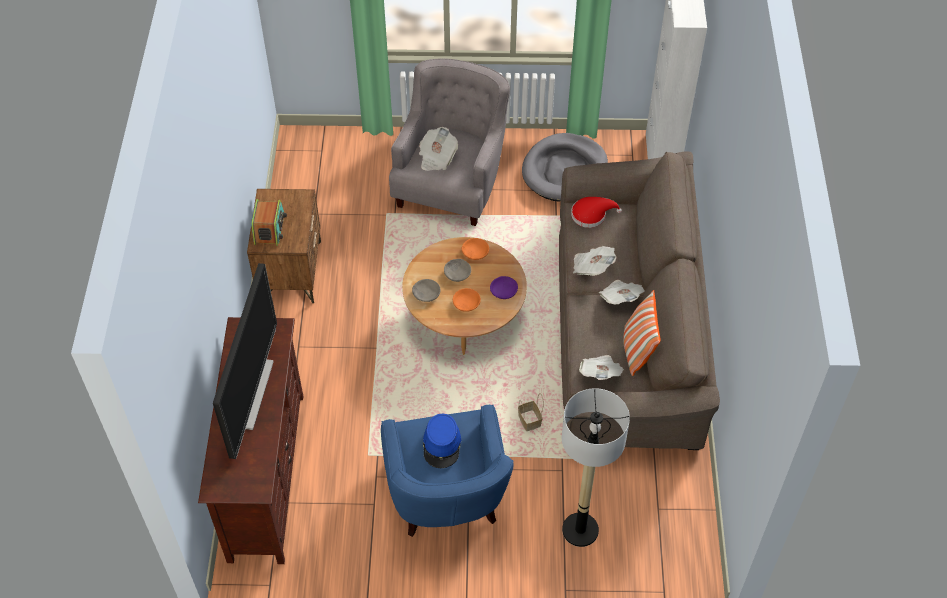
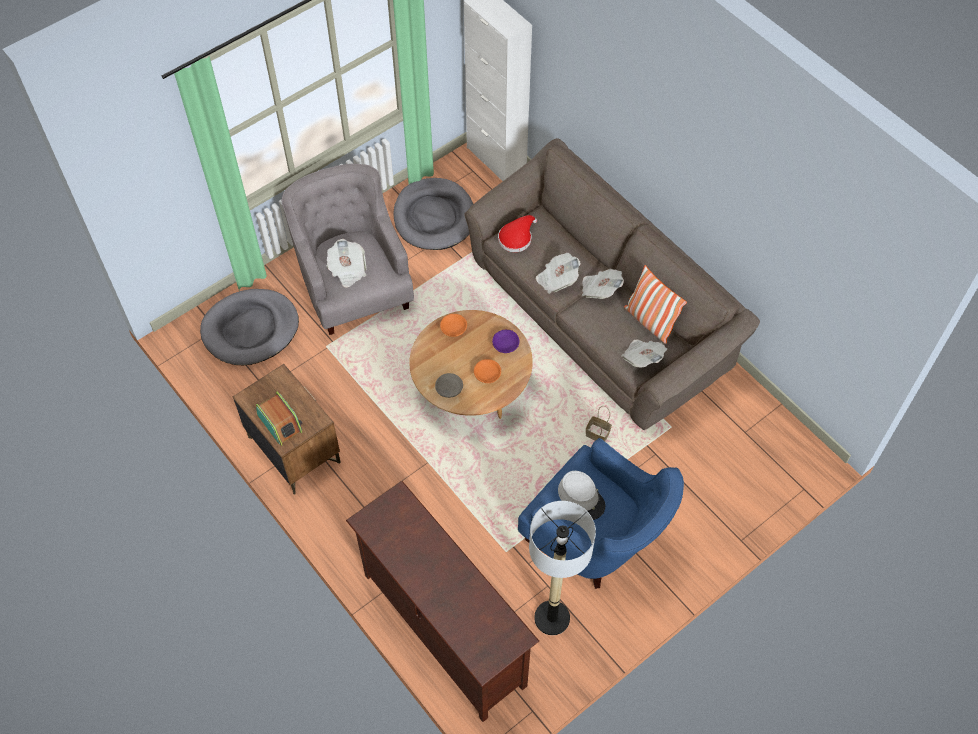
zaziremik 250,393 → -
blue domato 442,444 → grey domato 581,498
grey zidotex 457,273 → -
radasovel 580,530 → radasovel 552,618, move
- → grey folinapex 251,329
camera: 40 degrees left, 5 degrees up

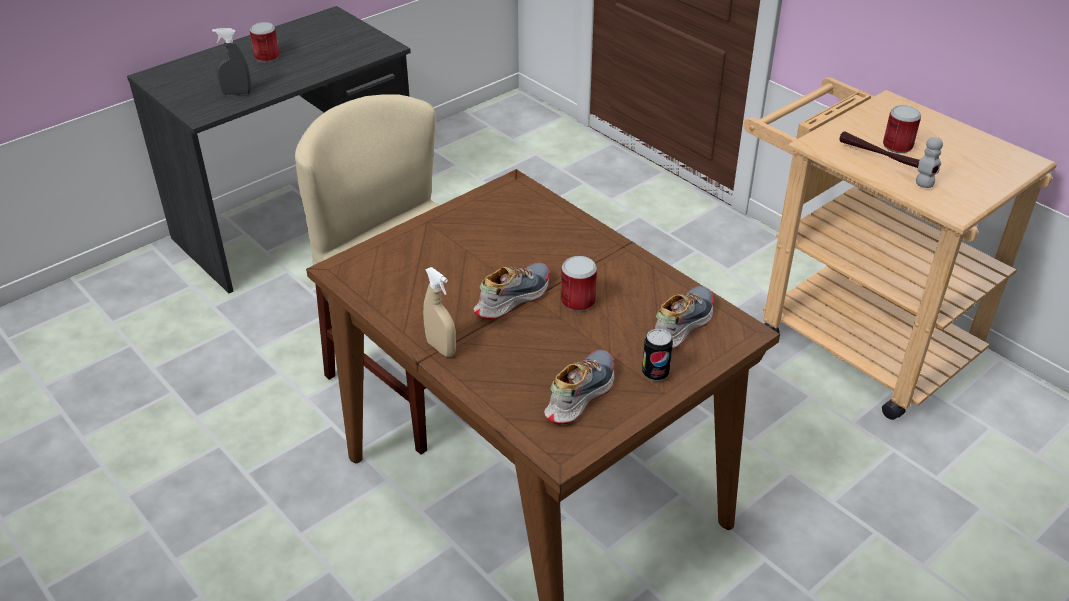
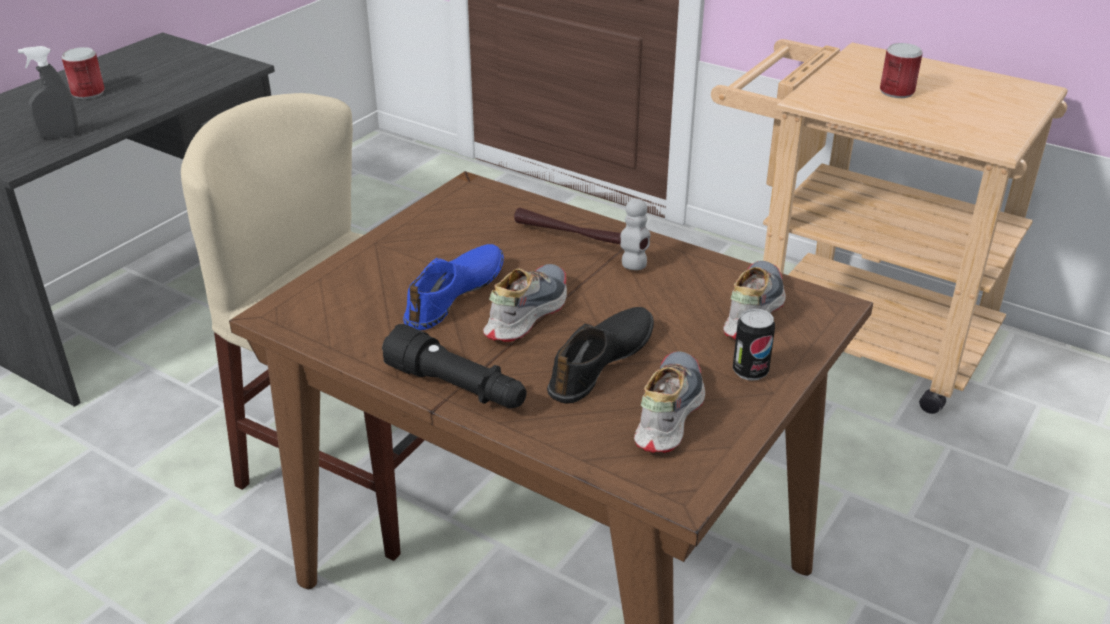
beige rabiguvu 441,348 → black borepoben 457,388
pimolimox 578,301 → -
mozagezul 885,165 → mozagezul 580,247, move
- → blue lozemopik 455,294
- → black lozemopik 602,362
camera: 15 degrees left, 5 degrees down

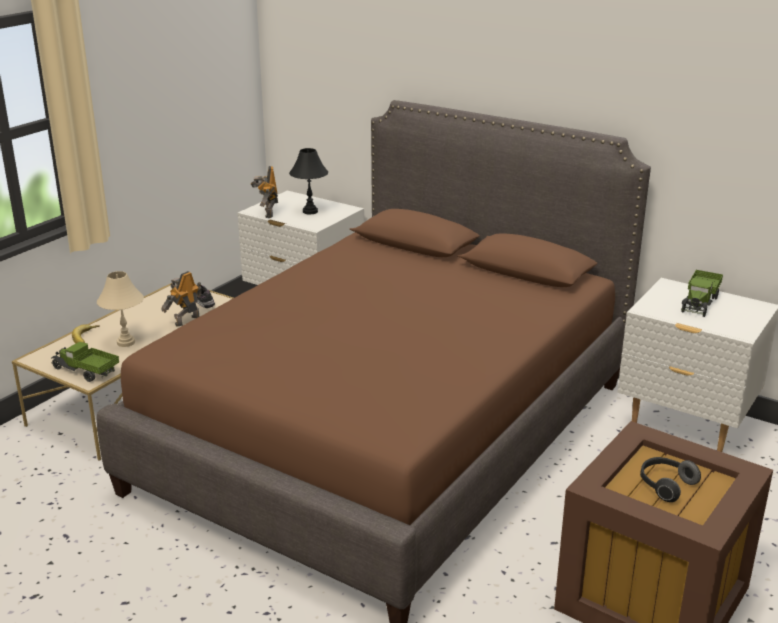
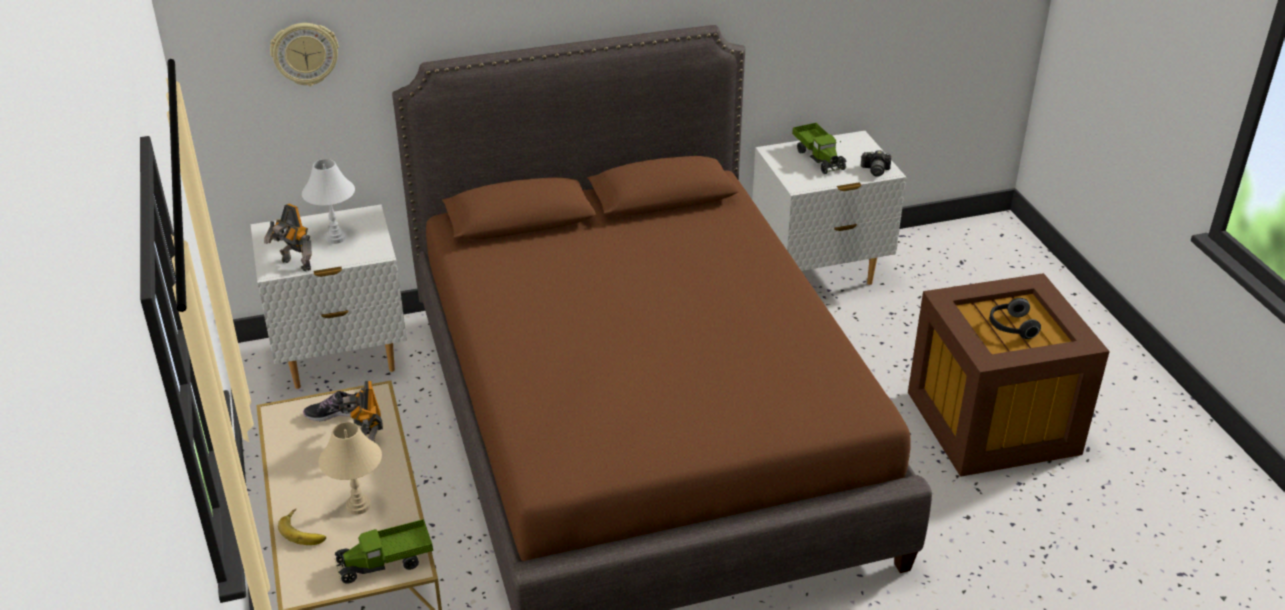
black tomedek 309,211 → white tomedek 335,238
- → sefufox 305,53
- → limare 875,170
camera: 50 degrees left, 10 degrees up

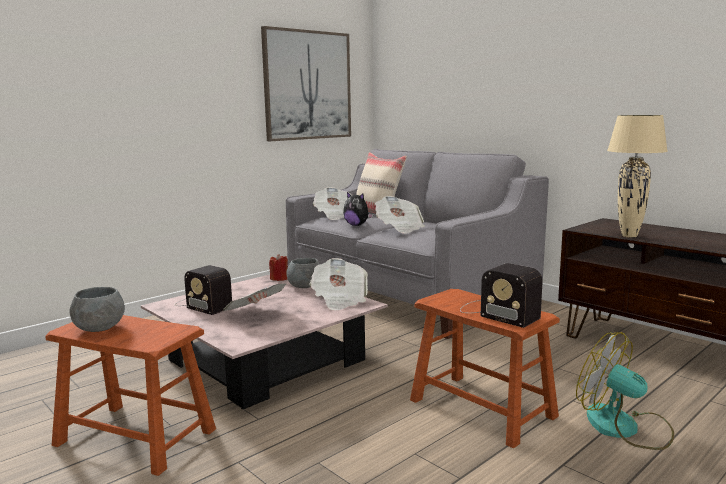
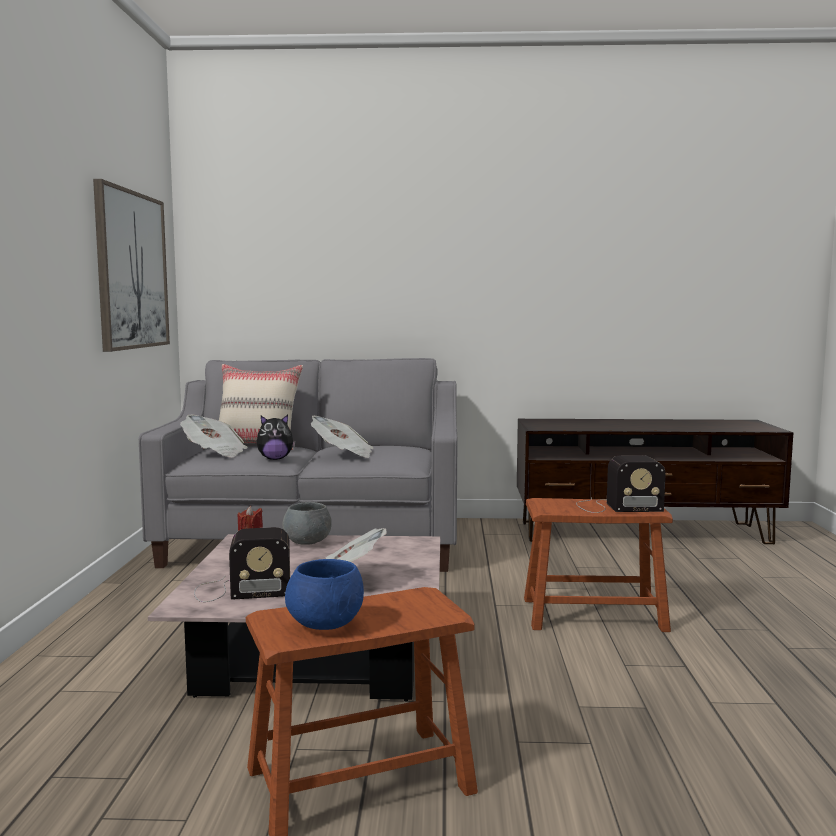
grey zidotex 99,329 → blue zidotex 325,625
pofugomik 339,300 → -
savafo 624,427 → -
beige tomedek 629,236 → -
camera: 45 degrees left, 5 degrees down

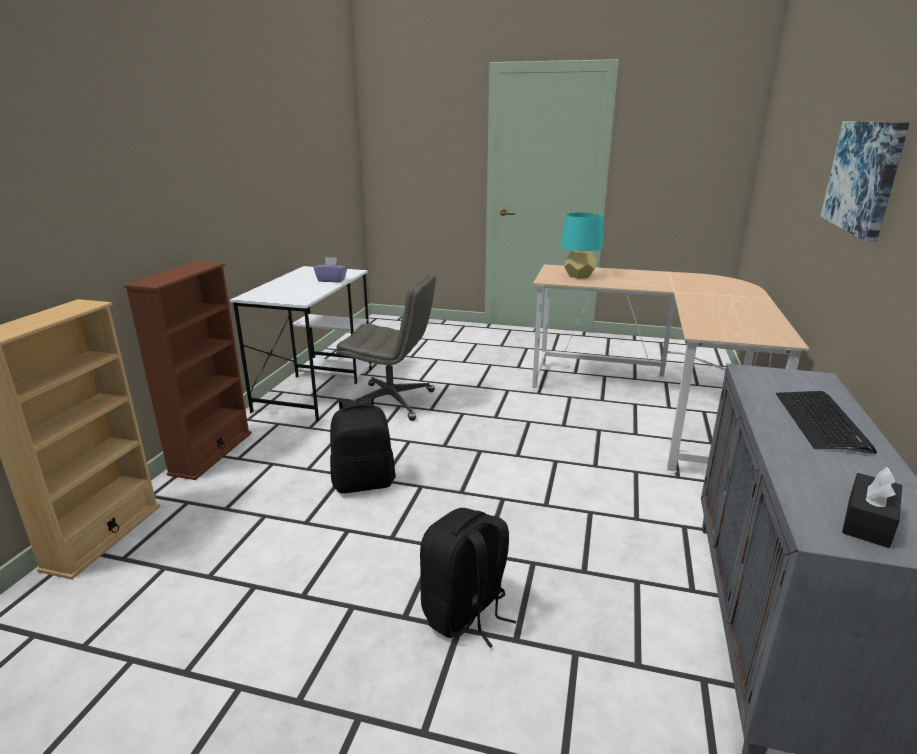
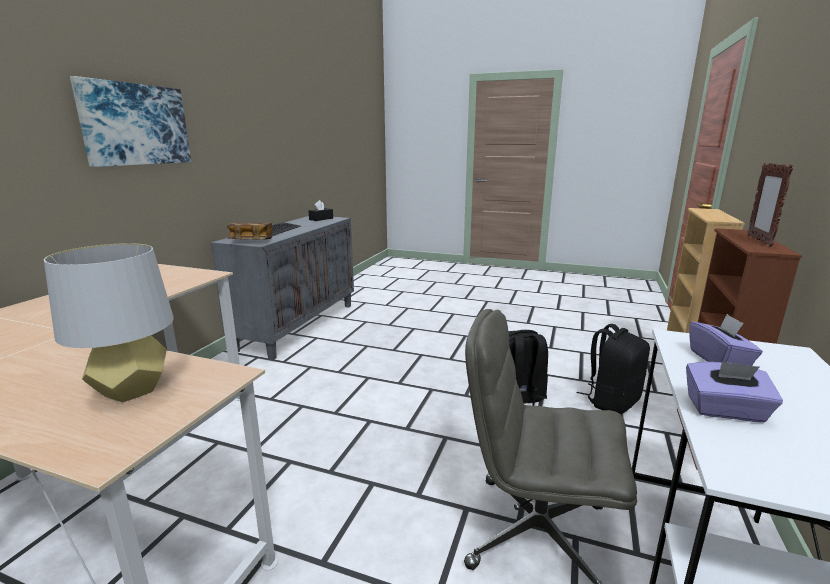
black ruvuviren 465,613 → black ruvuviren 611,401, move
turquoise tomedek 579,276 → grey tomedek 131,390
- → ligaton 251,241
- → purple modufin 719,360
- → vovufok 759,241
camera: 175 degrees left, 5 degrees down

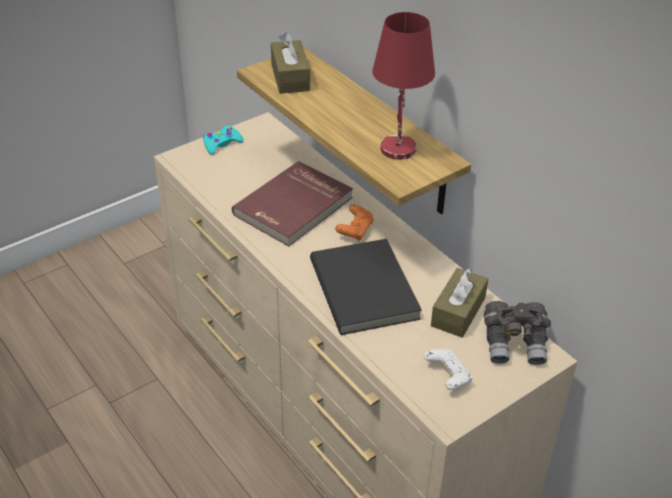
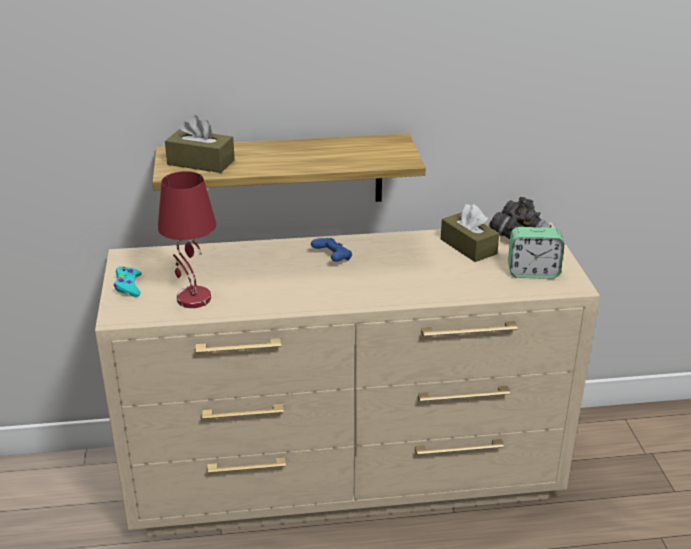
red ligaton 295,207 → -
black ligaton 366,289 → -
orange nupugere 355,230 → blue nupugere 332,258
red tomedek 397,148 → red tomedek 192,299, move
white nupugere 448,376 → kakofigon 533,272
camera: 60 degrees left, 10 degrees down

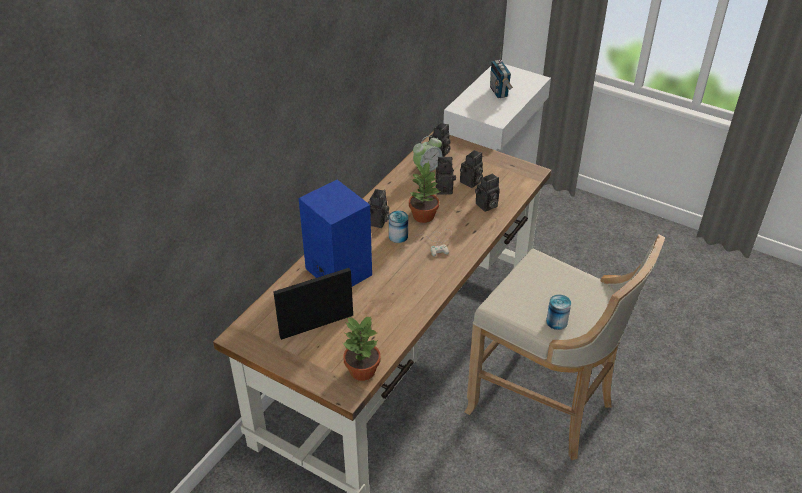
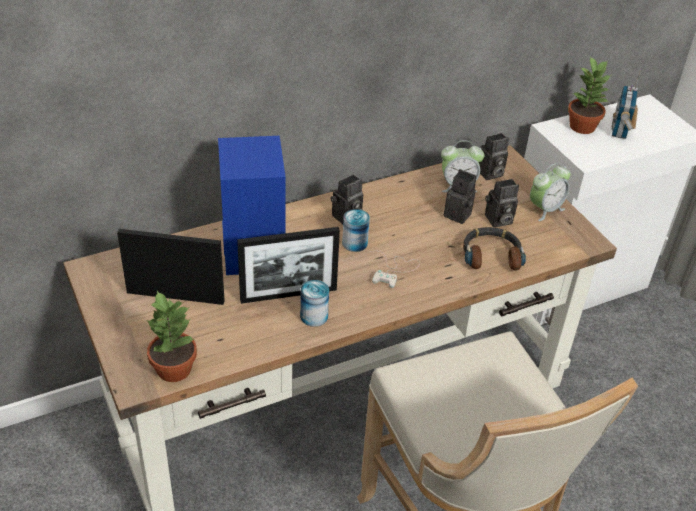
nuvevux 423,215 → nuvevux 582,126, move
limare 486,206 → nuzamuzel 491,255
pimolimox 556,322 → pimolimox 314,316, move
- → vovufok 288,295
- → kakofigon 545,209
camera: 30 degrees right, 0 degrees up

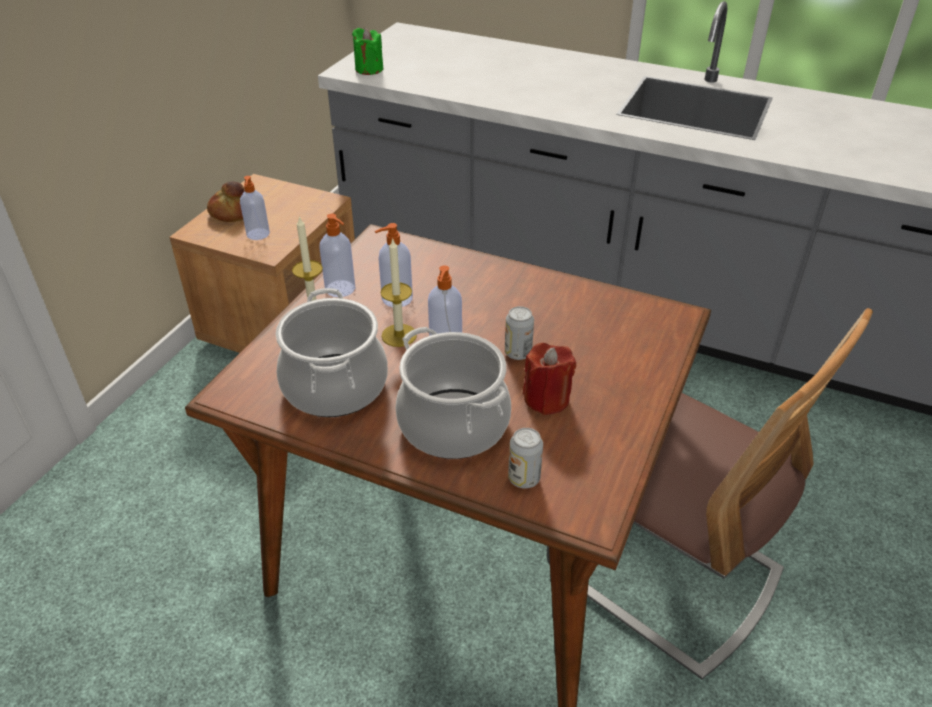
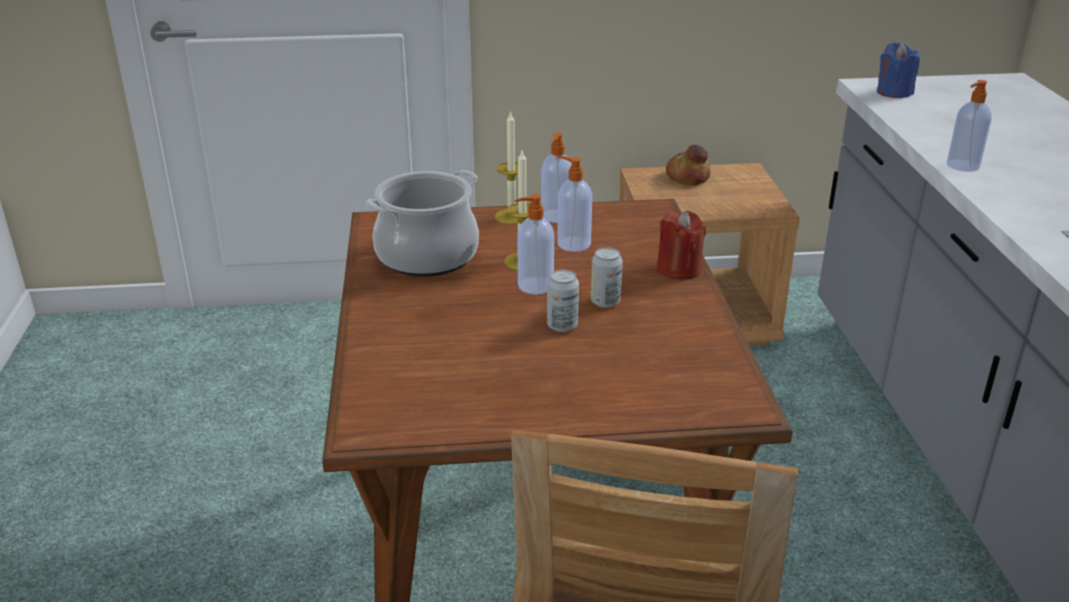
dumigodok 258,234 → dumigodok 962,166, move
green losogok 369,69 → blue losogok 894,92
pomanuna 454,424 → -
pimolimox 524,478 → pimolimox 605,302, move
red losogok 546,399 → red losogok 678,269, move
camera: 60 degrees right, 10 degrees down

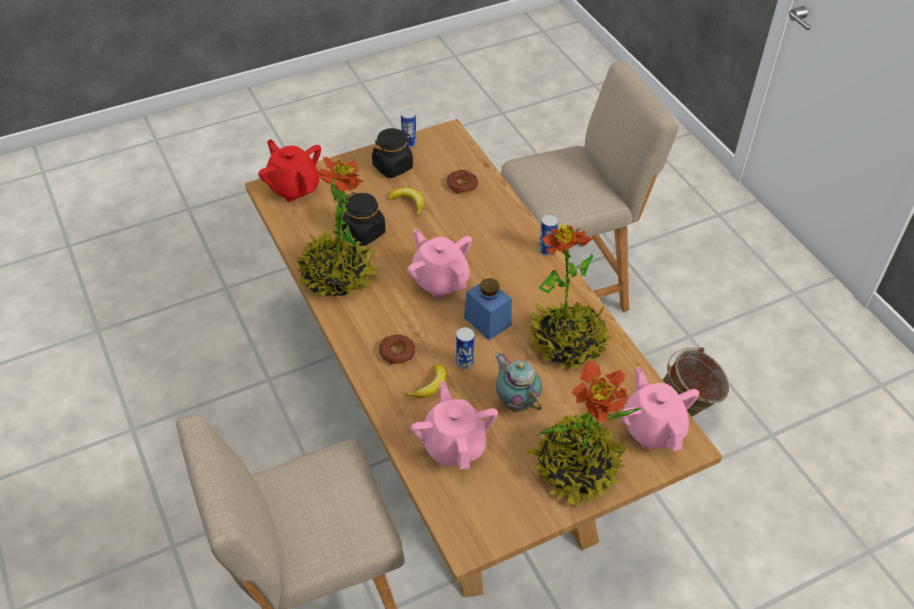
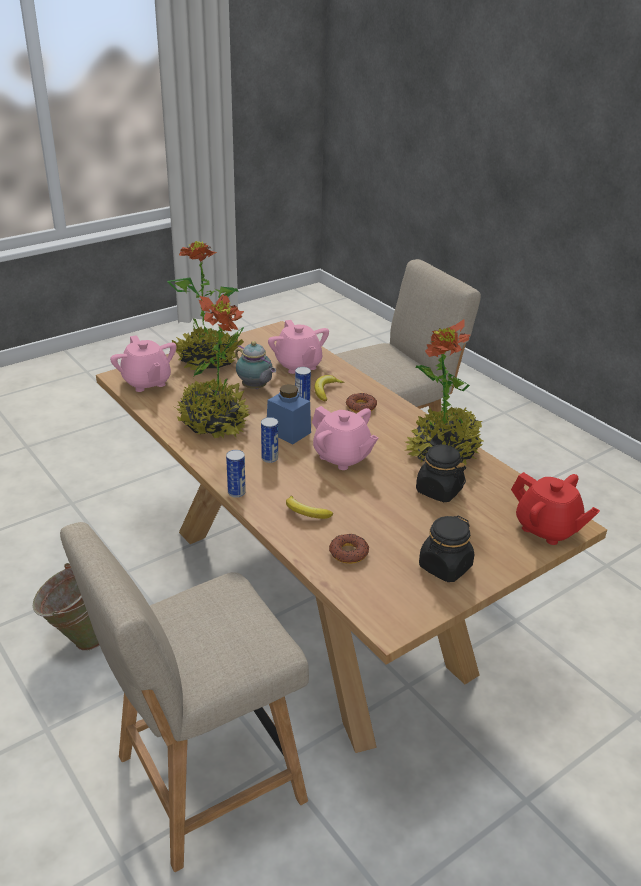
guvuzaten 408,203 → guvuzaten 306,513, move
pimolimox 409,143 → pimolimox 269,458, move
camera: 170 degrees right, 15 degrees down

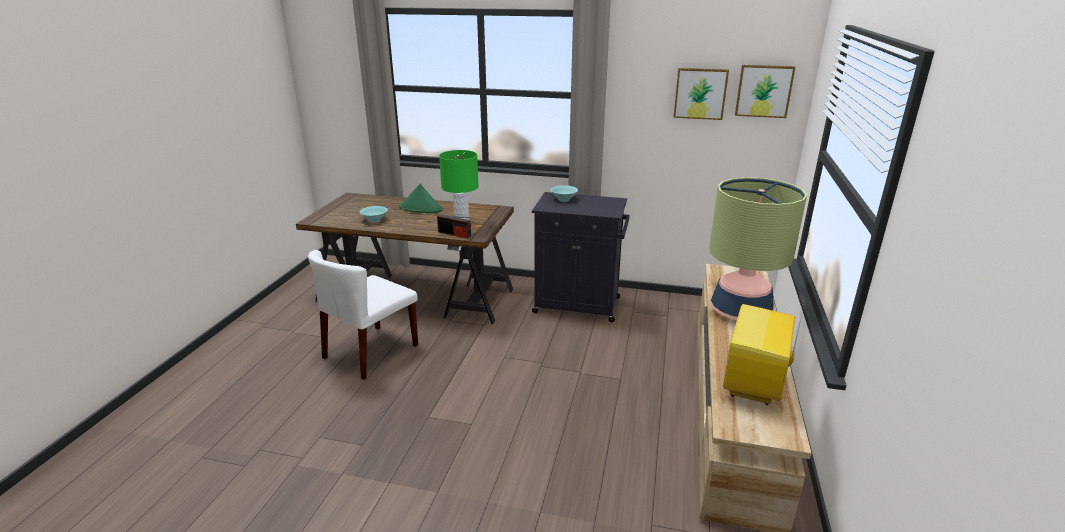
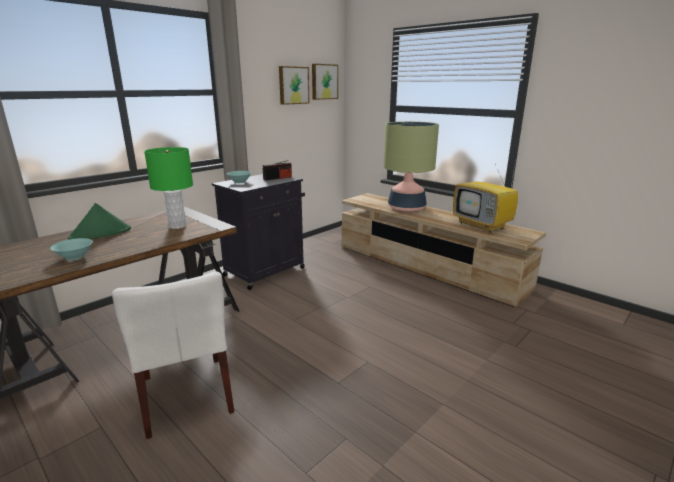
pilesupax 454,234 → pilesupax 277,178, move
camera: 60 degrees left, 5 degrees down

